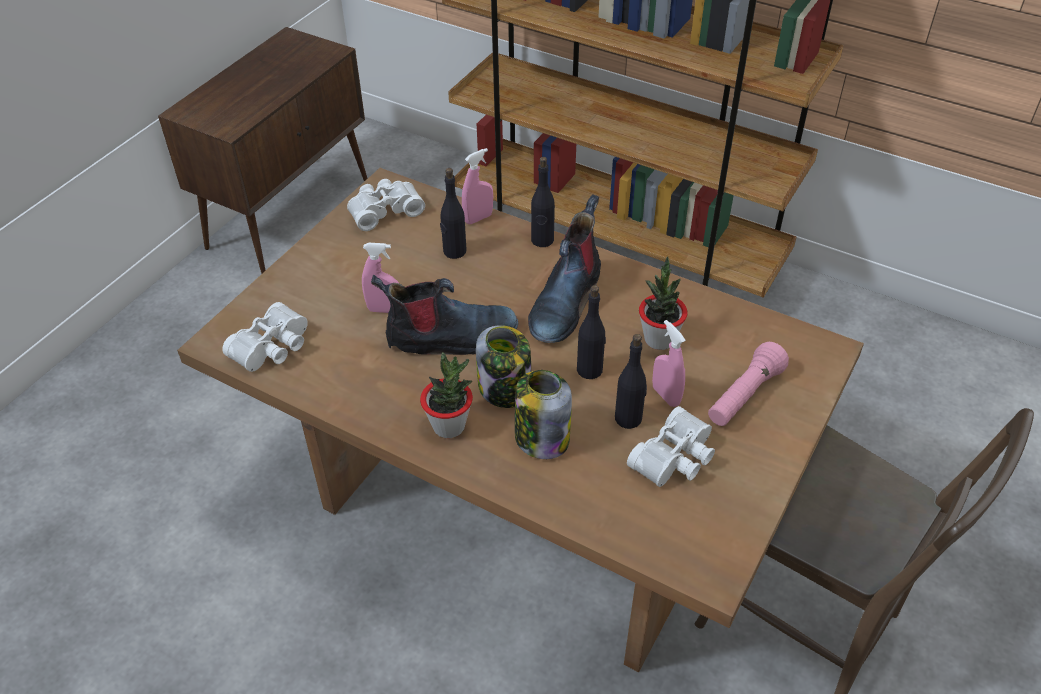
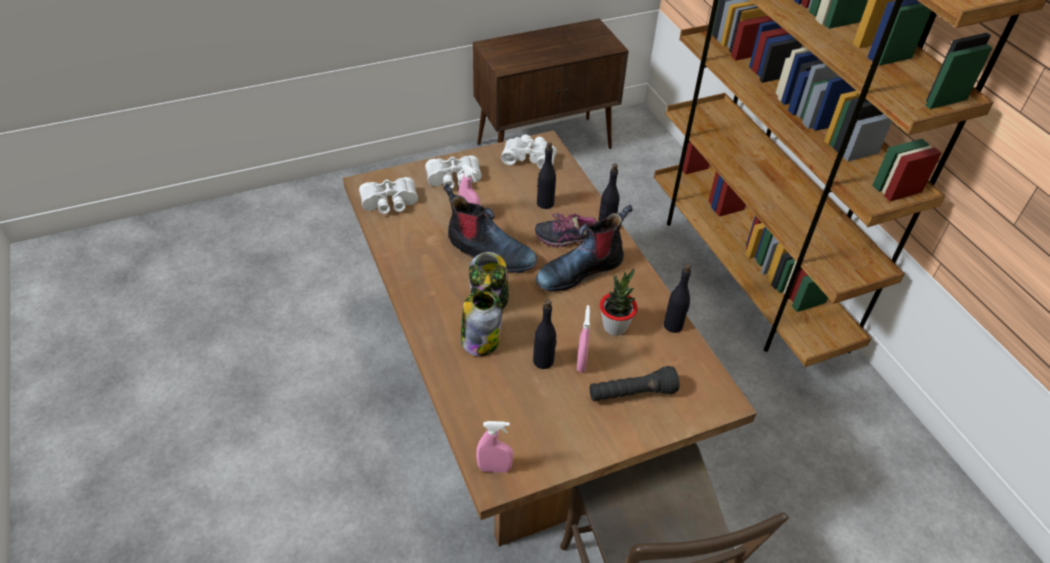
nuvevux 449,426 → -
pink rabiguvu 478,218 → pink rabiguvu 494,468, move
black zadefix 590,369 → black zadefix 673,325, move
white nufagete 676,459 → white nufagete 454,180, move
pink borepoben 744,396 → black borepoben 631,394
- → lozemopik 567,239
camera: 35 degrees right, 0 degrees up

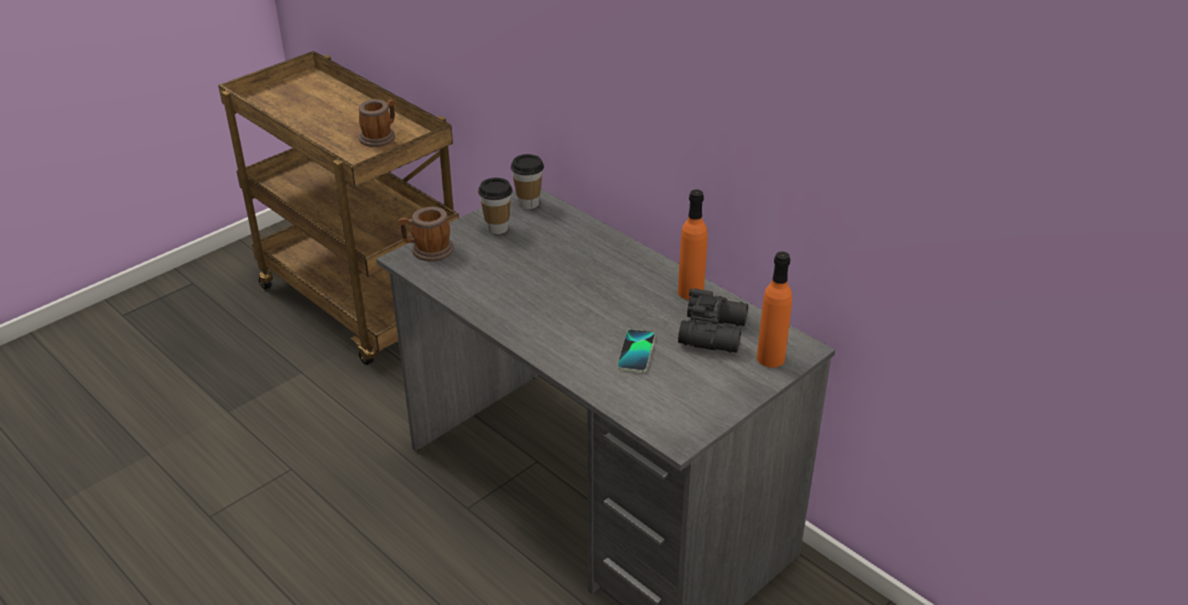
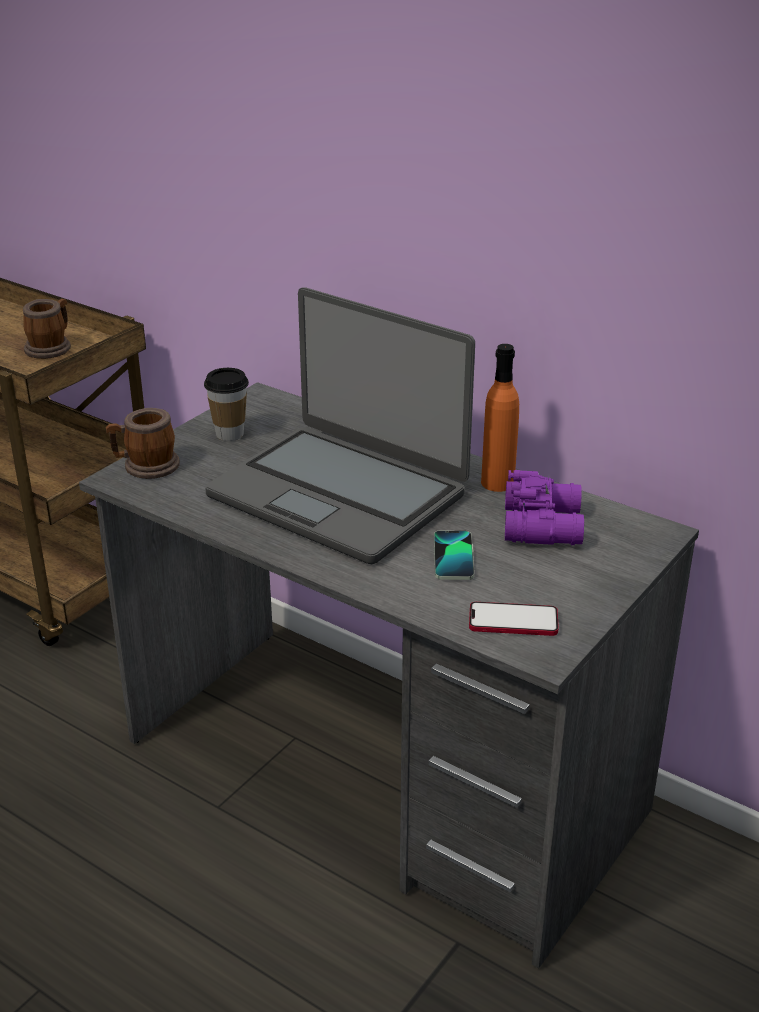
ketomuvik 528,203 → -
black nufagete 715,332 → purple nufagete 544,524
orange zadefix 770,358 → -
- → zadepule 339,494
- → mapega 513,621
camera: 10 degrees left, 5 degrees down

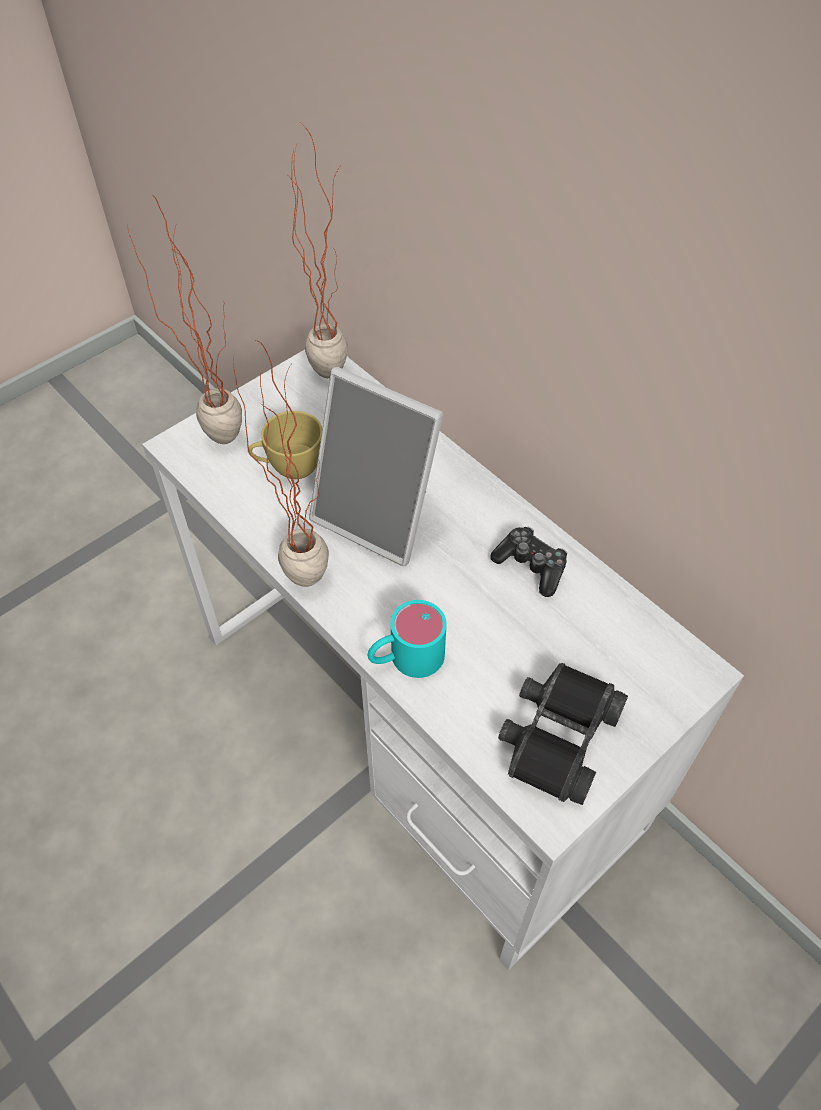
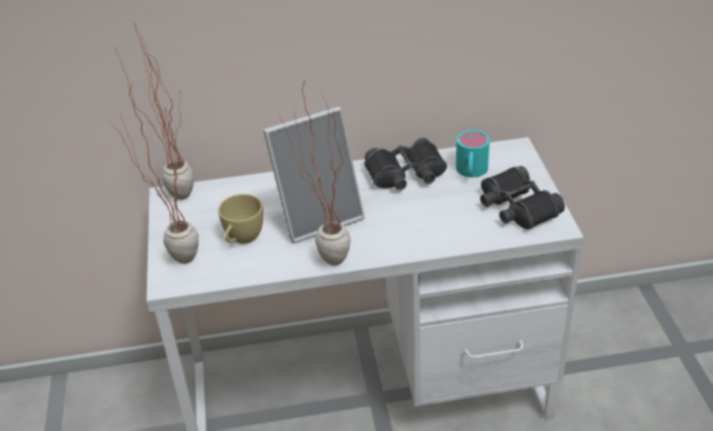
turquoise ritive 405,658 → turquoise ritive 471,172, move
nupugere 531,566 → black nufagete 406,174
camera: 55 degrees left, 15 degrees down

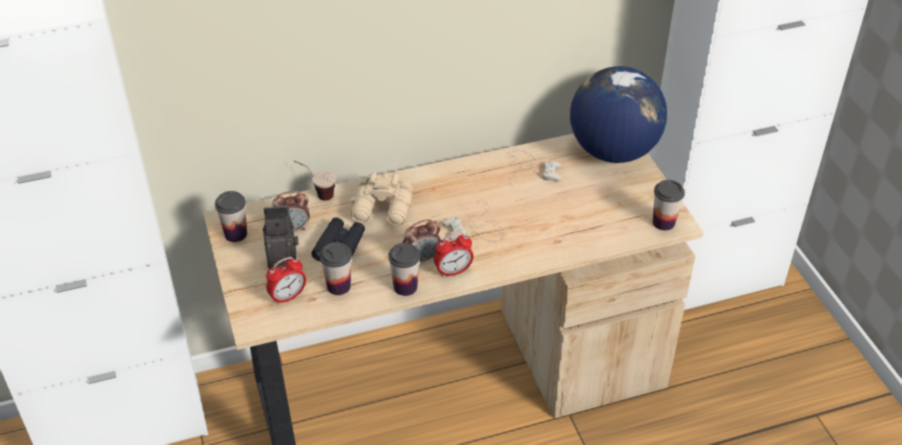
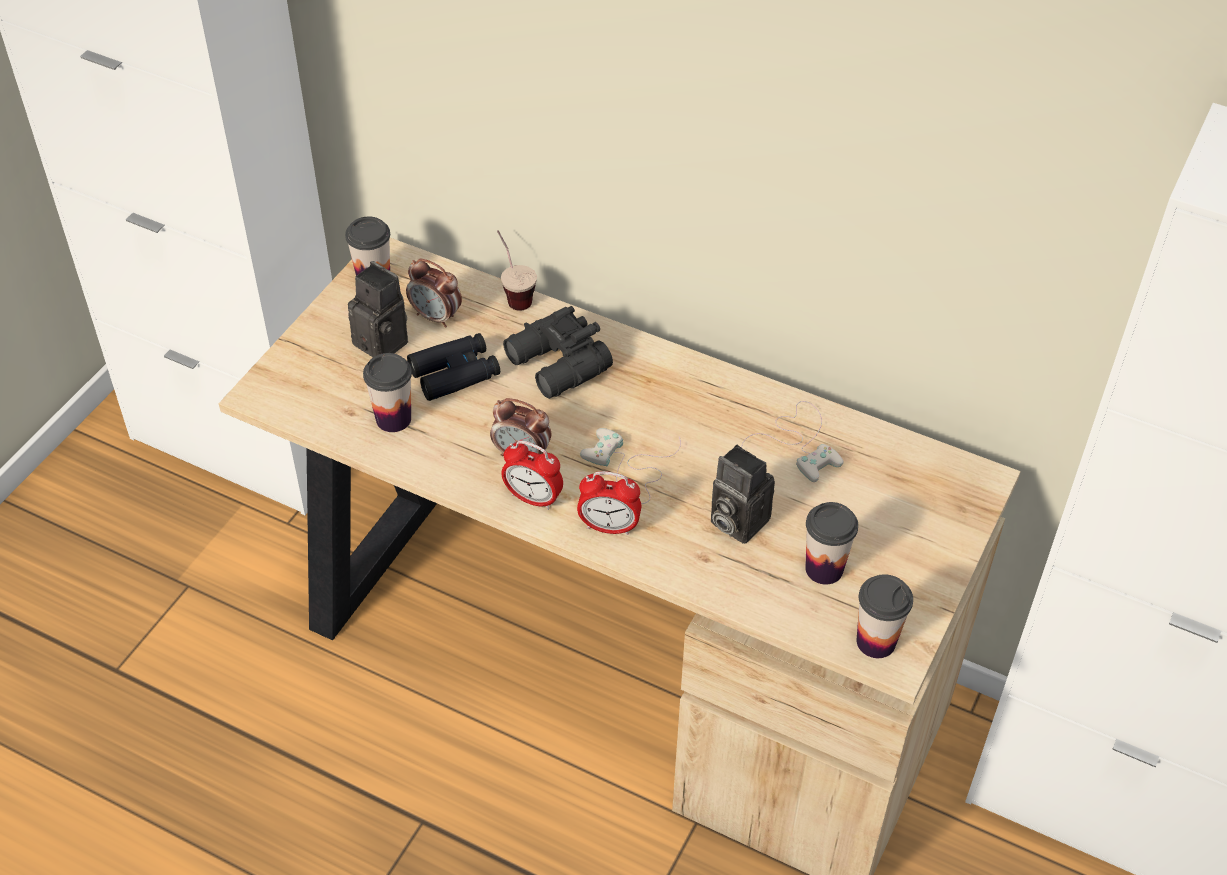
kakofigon 288,297 → kakofigon 609,527, move
beige nufagete 383,210 → black nufagete 557,366
ketomuvik 405,287 → ketomuvik 824,569, move
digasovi 613,151 → -
- → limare 735,521
camera: 45 degrees right, 5 degrees up

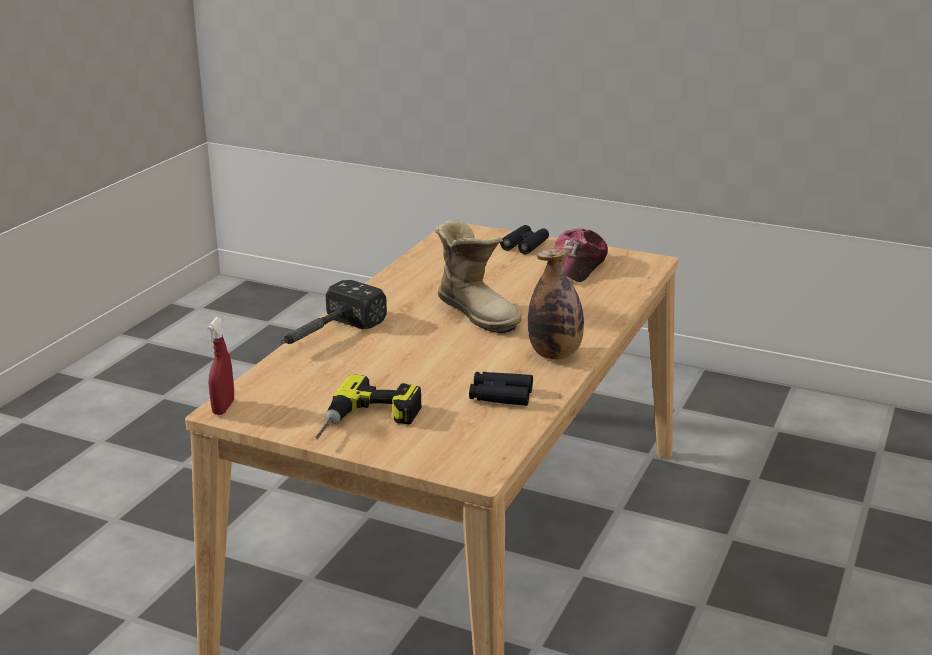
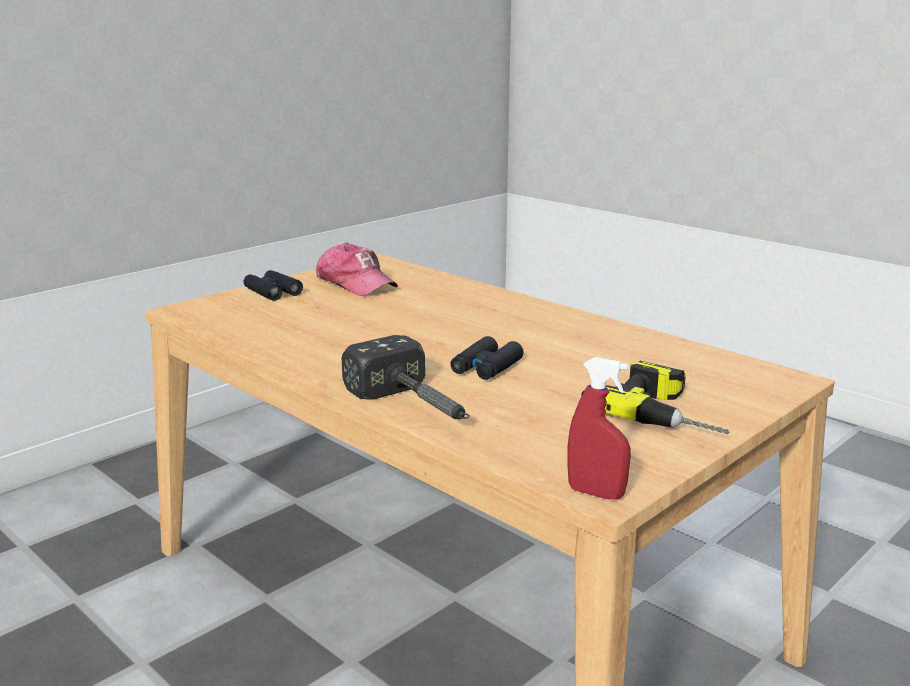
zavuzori 478,312 → -
black nufagete 500,395 → black nufagete 486,367, move
zadefix 555,354 → -
camera: 70 degrees left, 5 degrees down

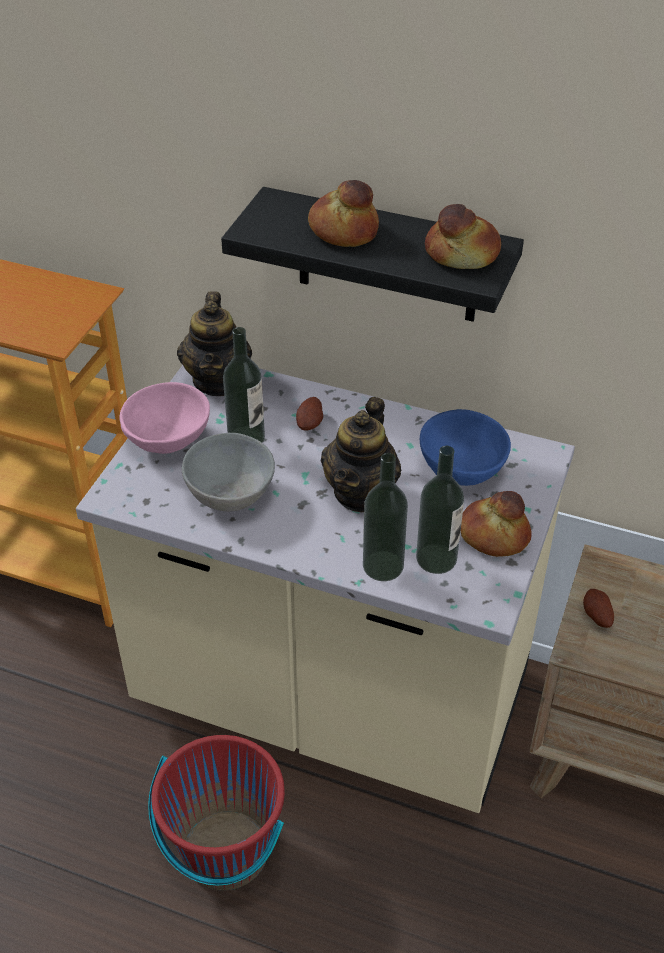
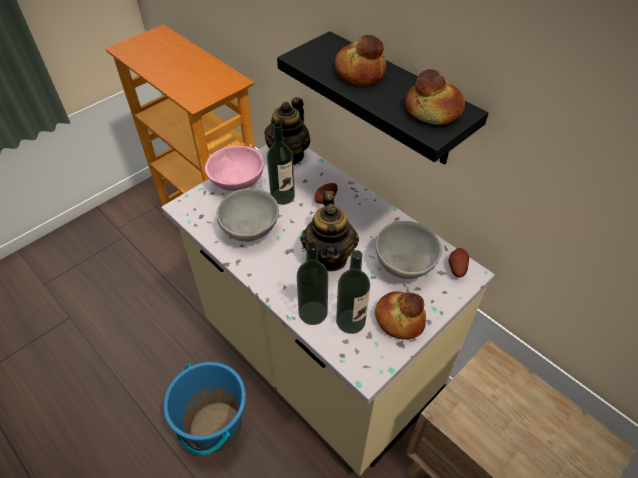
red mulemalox 225,852 → blue mulemalox 215,427
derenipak 361,493 → derenipak 329,256, 45 degrees counterclockwise
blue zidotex 463,470 → grey zidotex 405,264
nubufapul 596,616 → nubufapul 456,268, move
camera: 25 degrees right, 5 degrees up

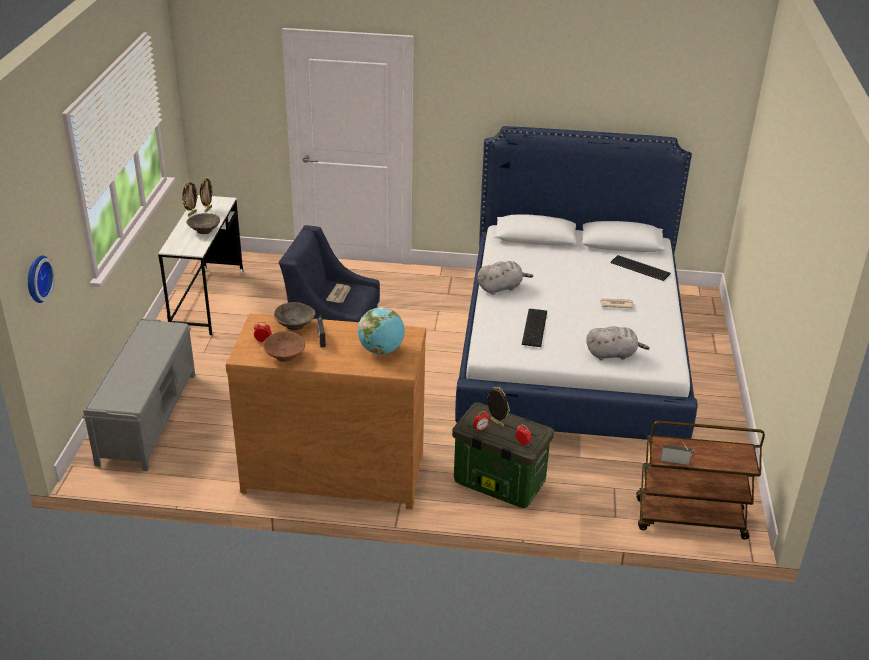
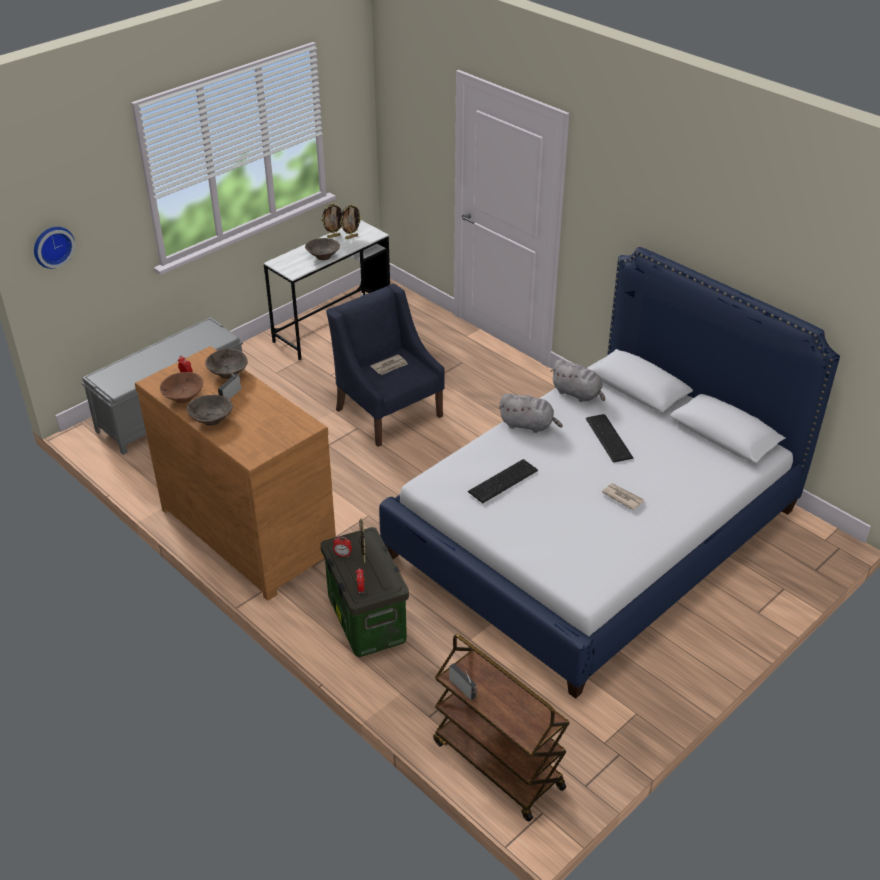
digasovi 381,350 → -
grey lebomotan 613,354 → grey lebomotan 578,394, move
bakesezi 640,268 → bakesezi 608,439, move
- → brown zidotex 211,420
camera: 40 degrees right, 5 degrees up

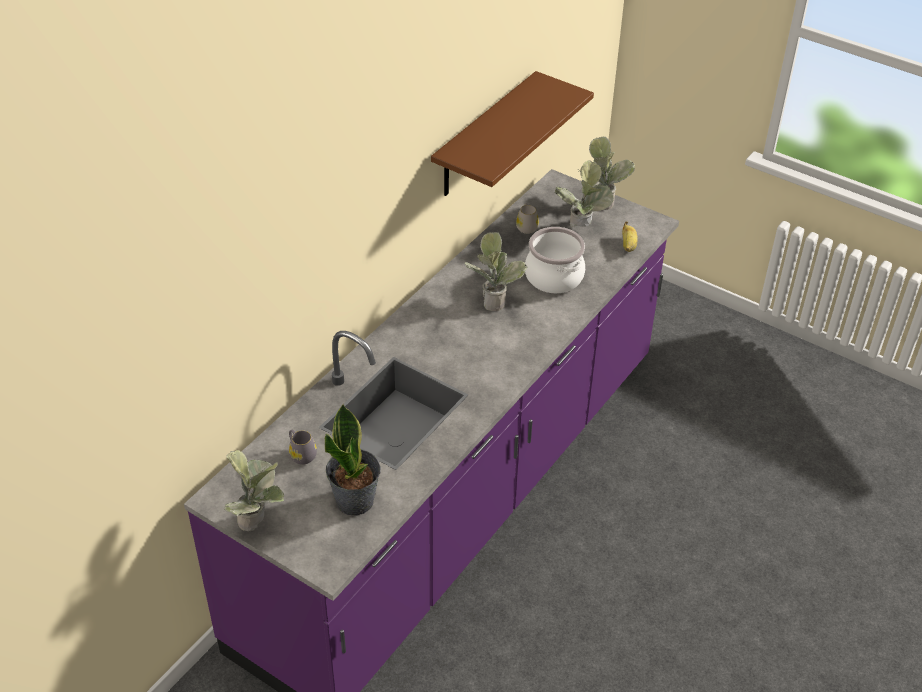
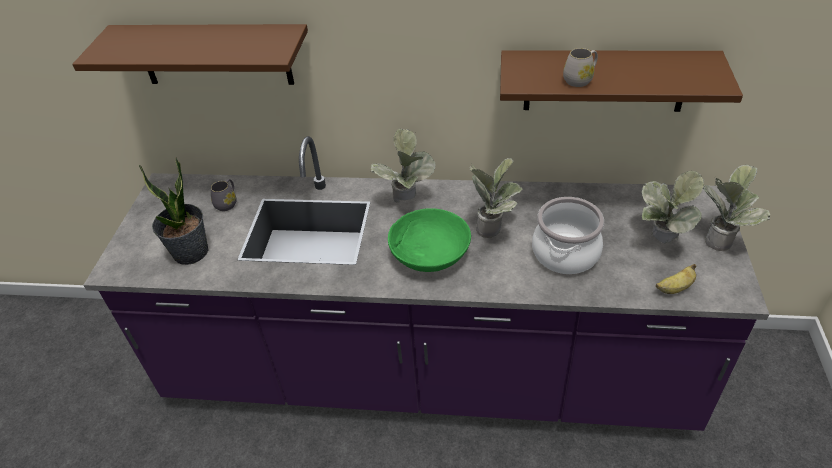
nuvevux 258,522 → nuvevux 407,202, move
white ritive 526,226 → white ritive 580,79, move
- → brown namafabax 214,54
- → green zidotex 430,254
camera: 65 degrees right, 0 degrees up

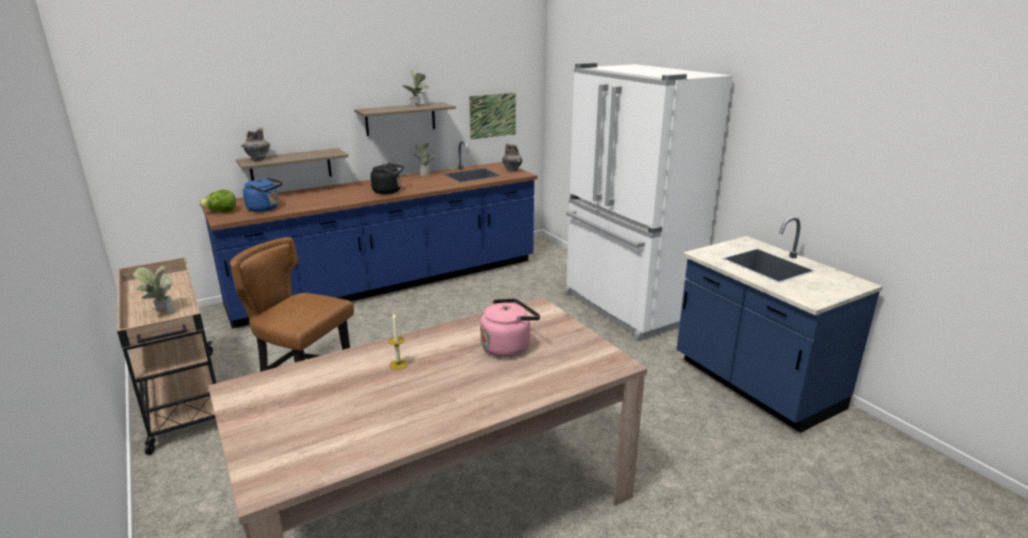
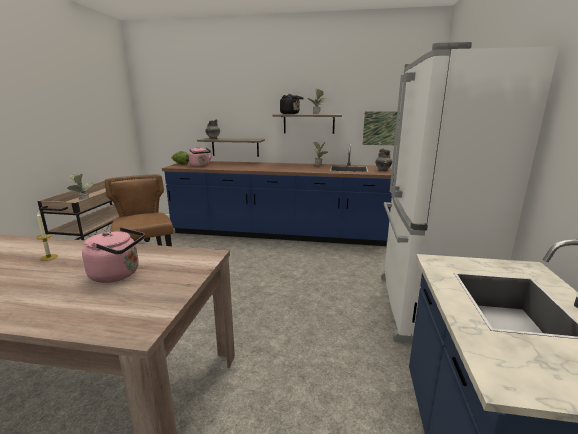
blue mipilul 265,209 → pink mipilul 200,166
black mipilul 389,191 → black mipilul 291,114, move
camera: 40 degrees right, 5 degrees down

